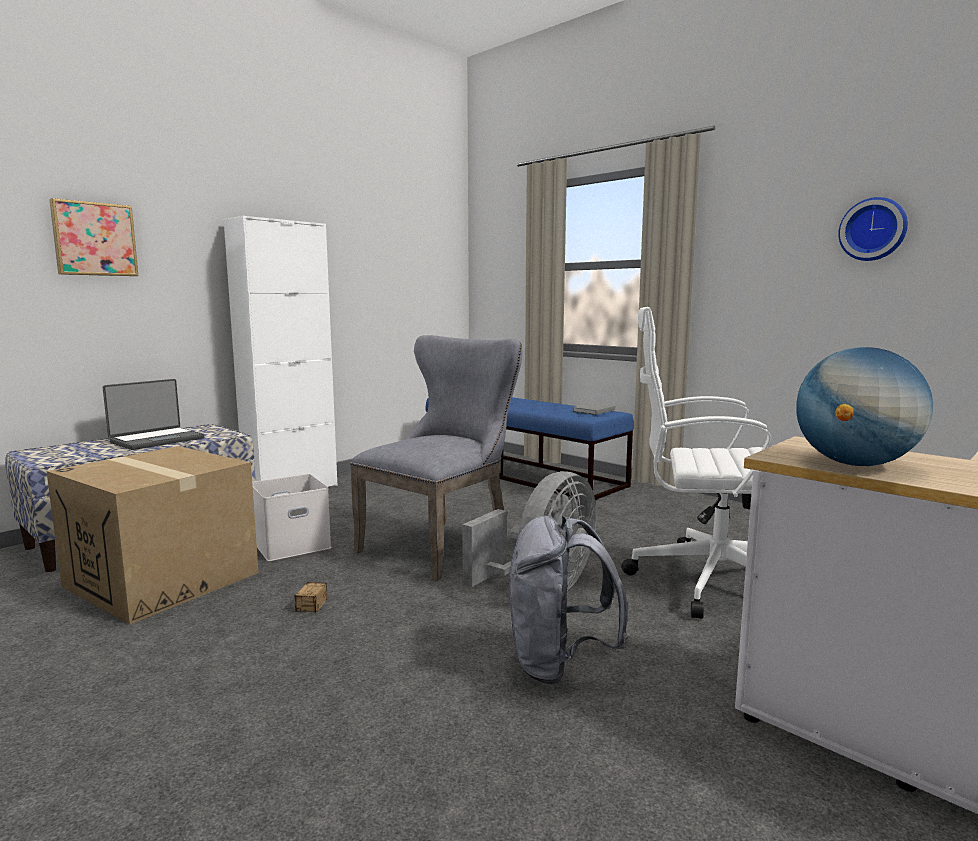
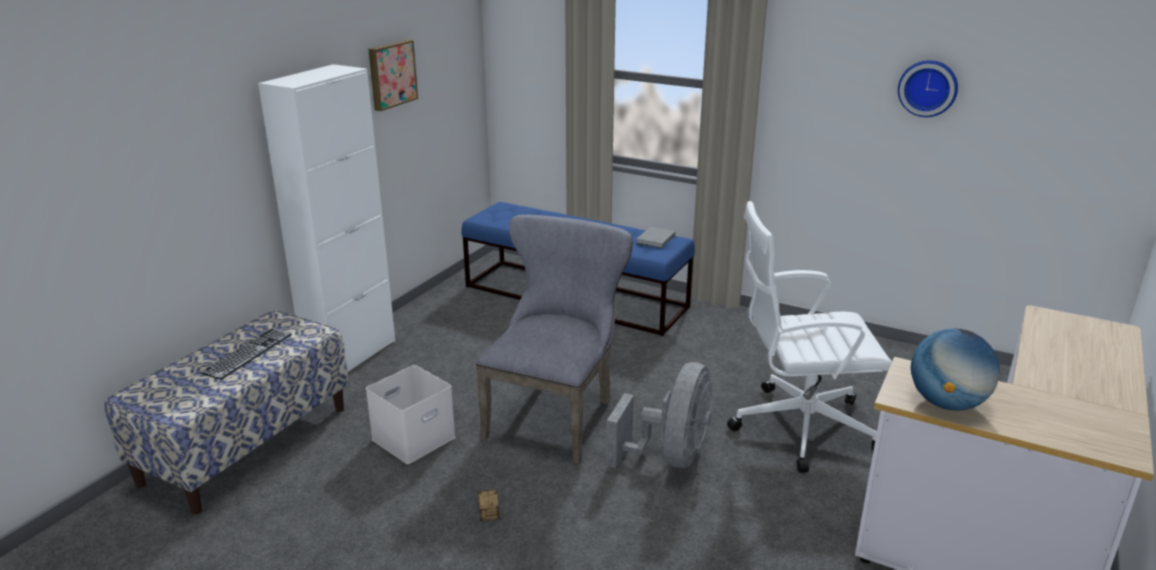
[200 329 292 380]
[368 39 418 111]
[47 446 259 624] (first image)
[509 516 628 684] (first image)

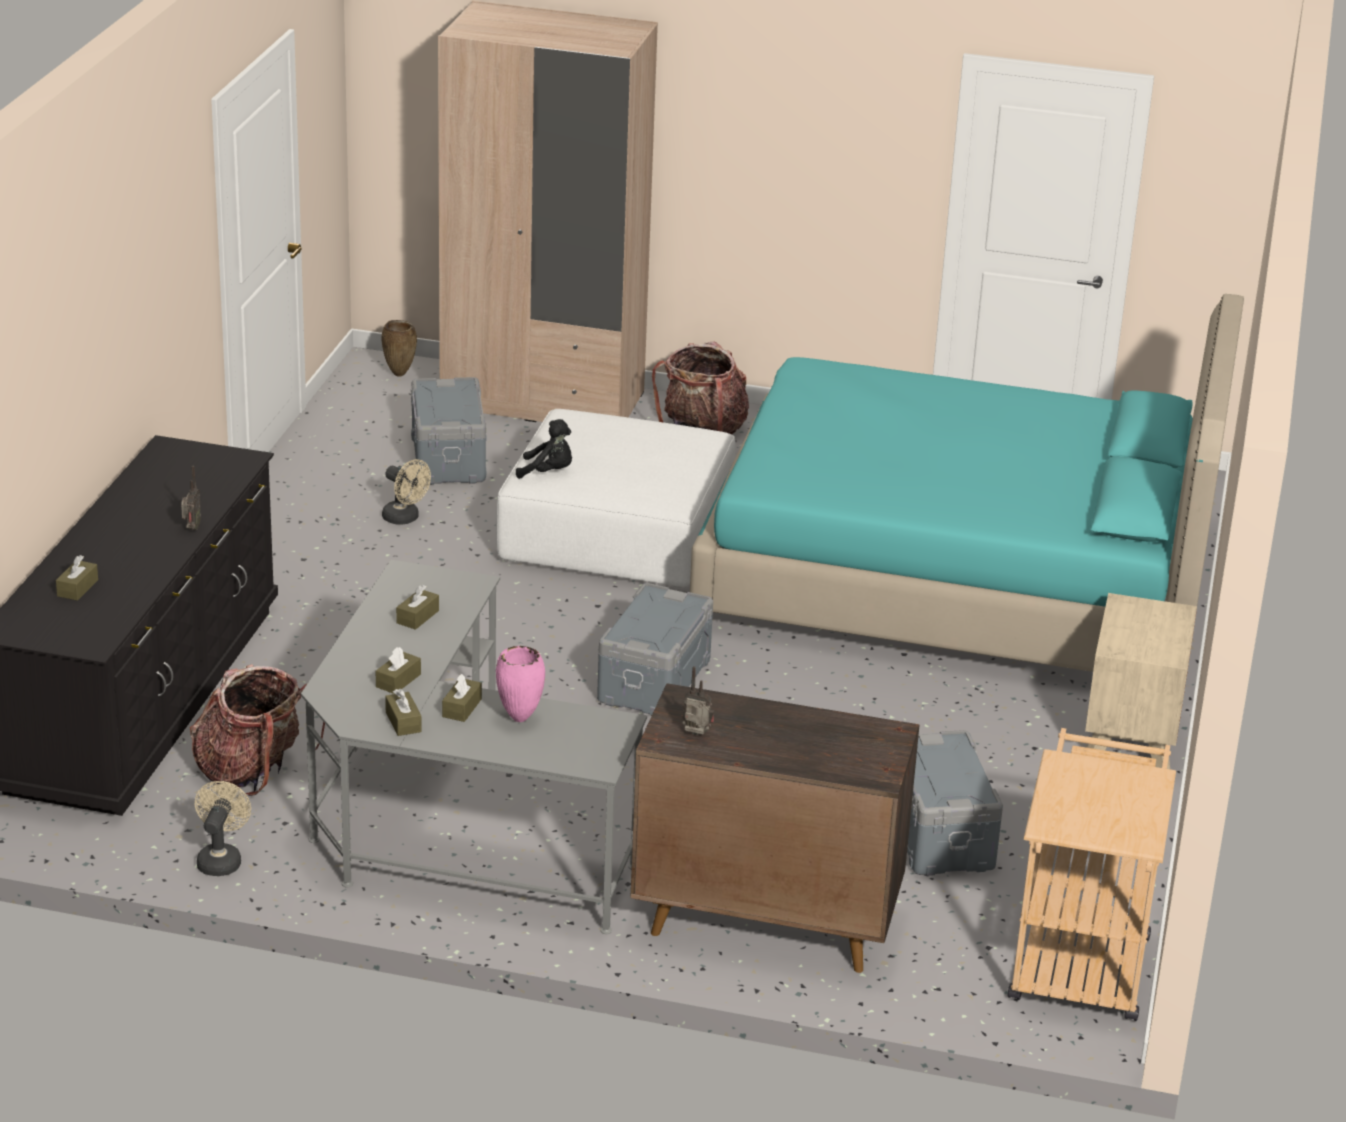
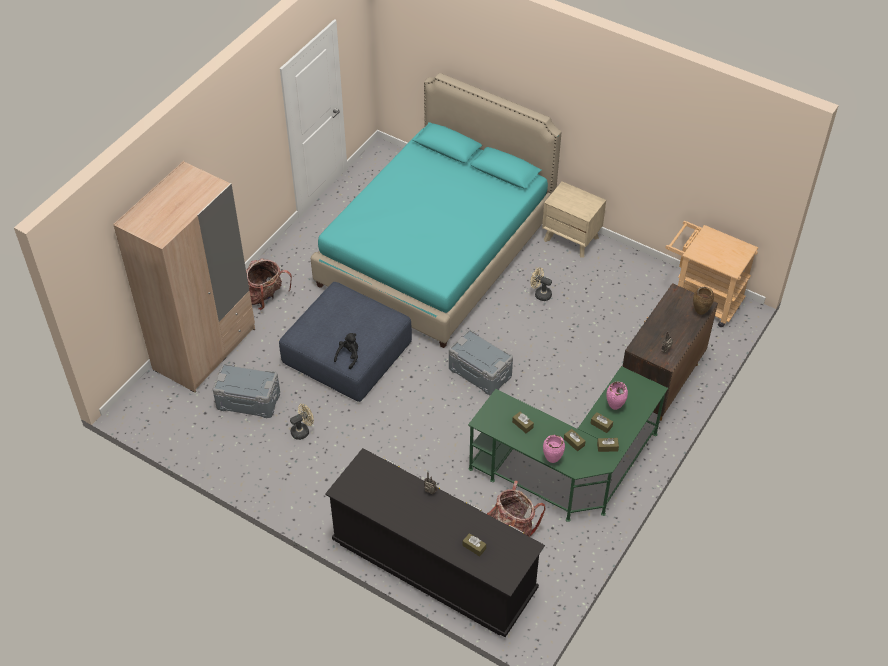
[279 282 412 402]
[468 366 668 522]
[530 267 552 301]
[543 435 565 463]
[693 287 714 315]
[907 730 1003 876] (first image)

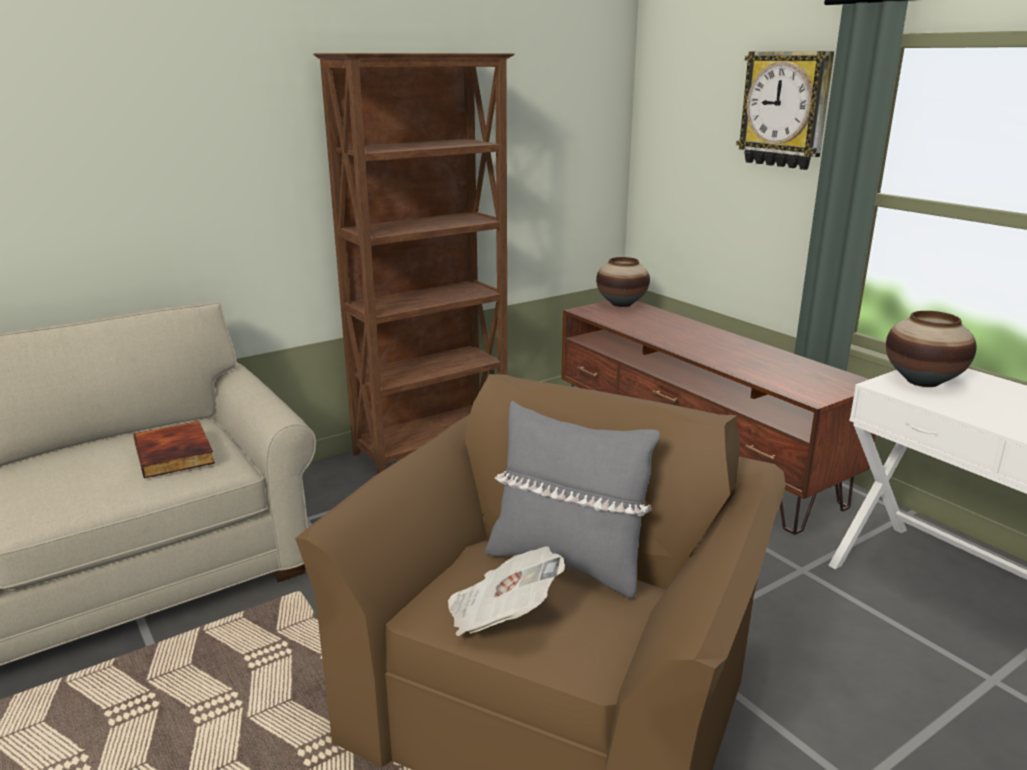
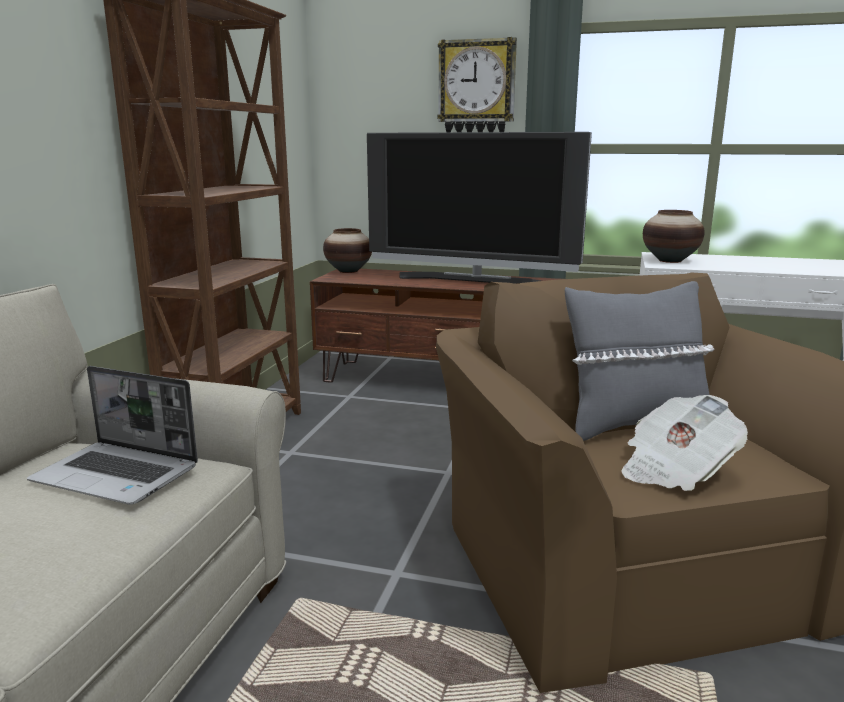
[27 366 198 505]
[367 132 592 284]

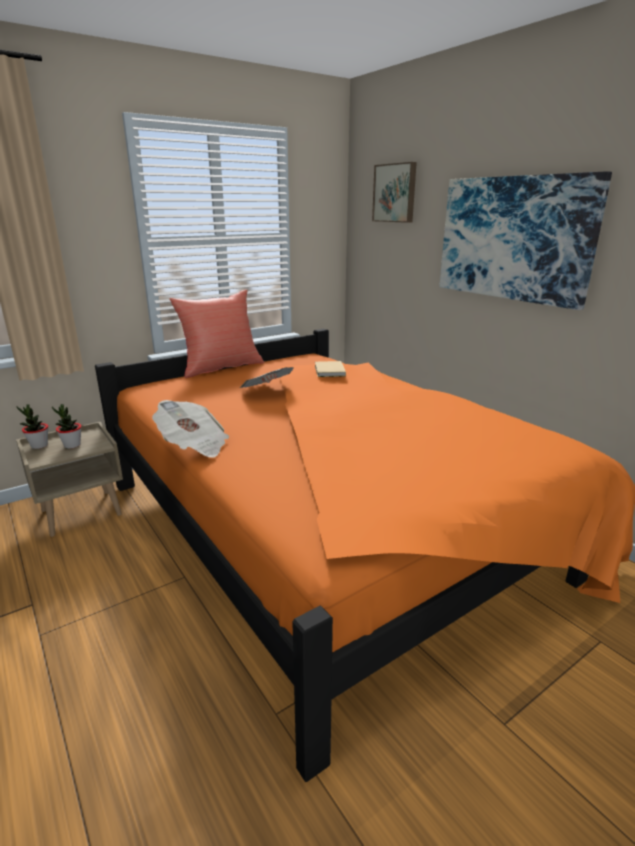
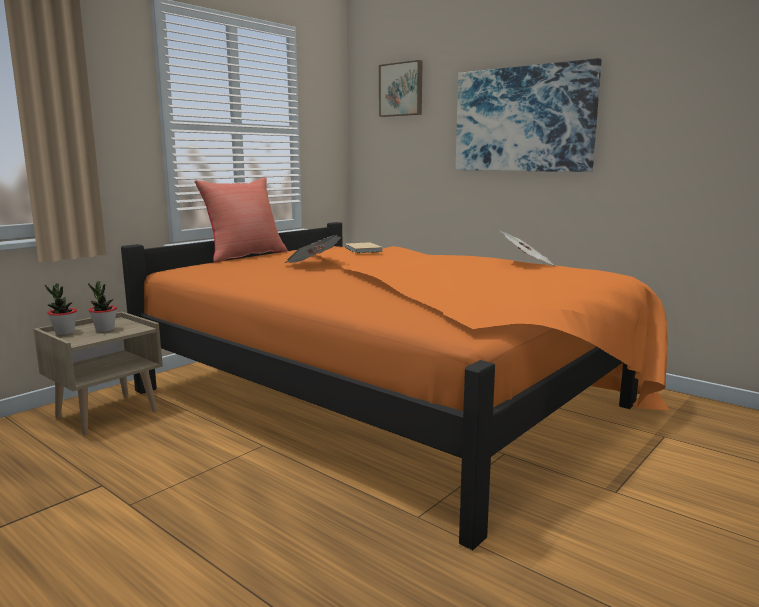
[500 231 557 267]

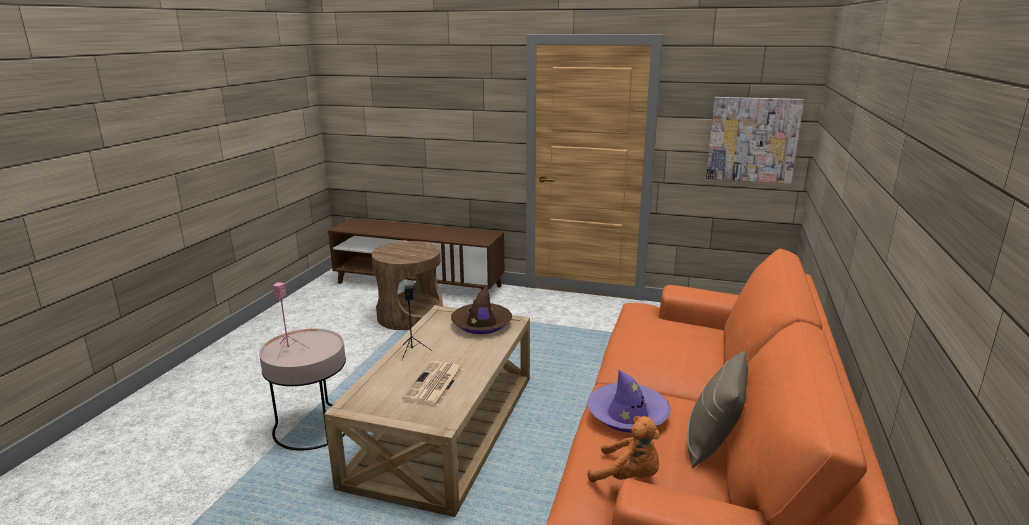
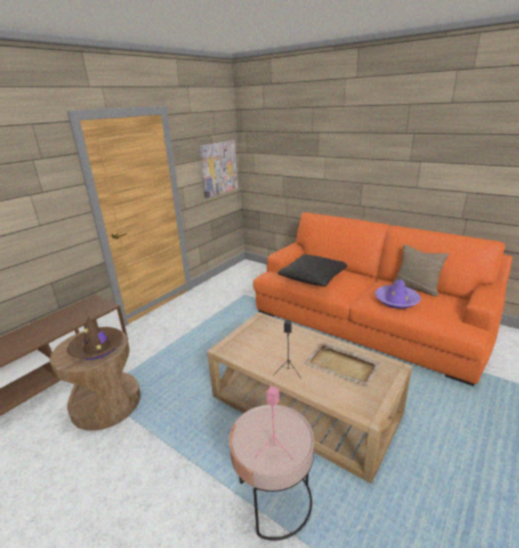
[67 316 123 360]
[278 254 347 287]
[305 342 381 386]
[588 416 660 482] (first image)

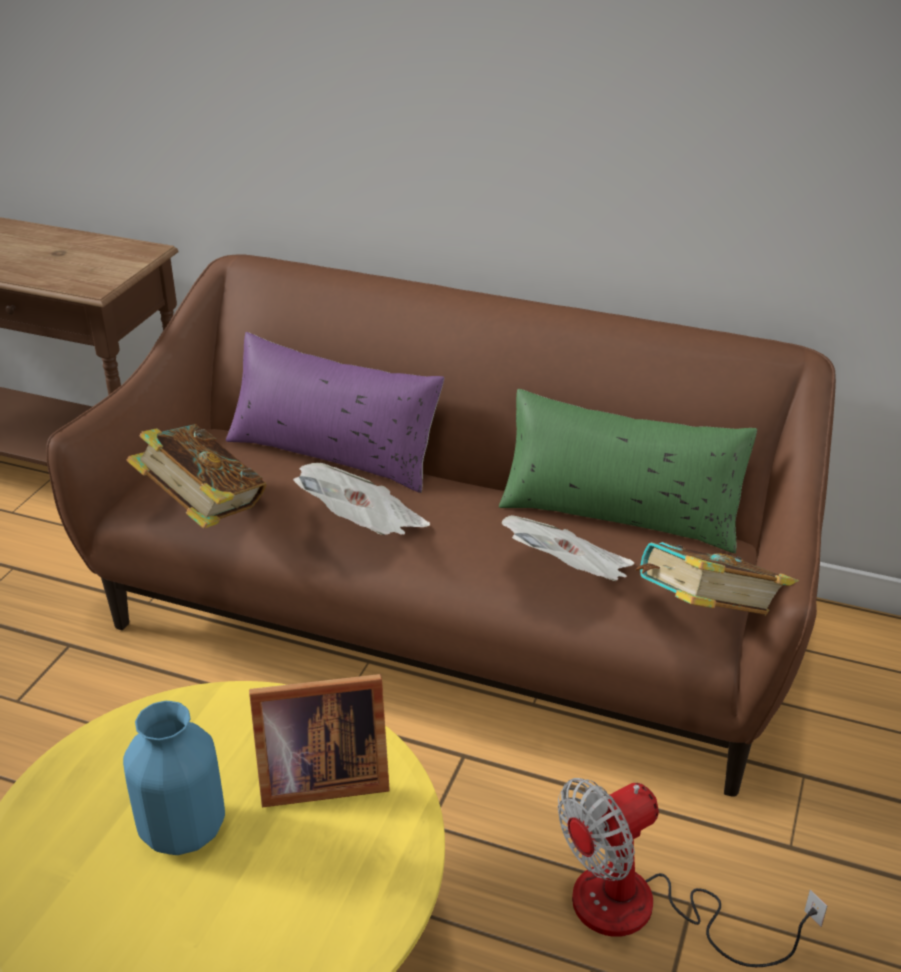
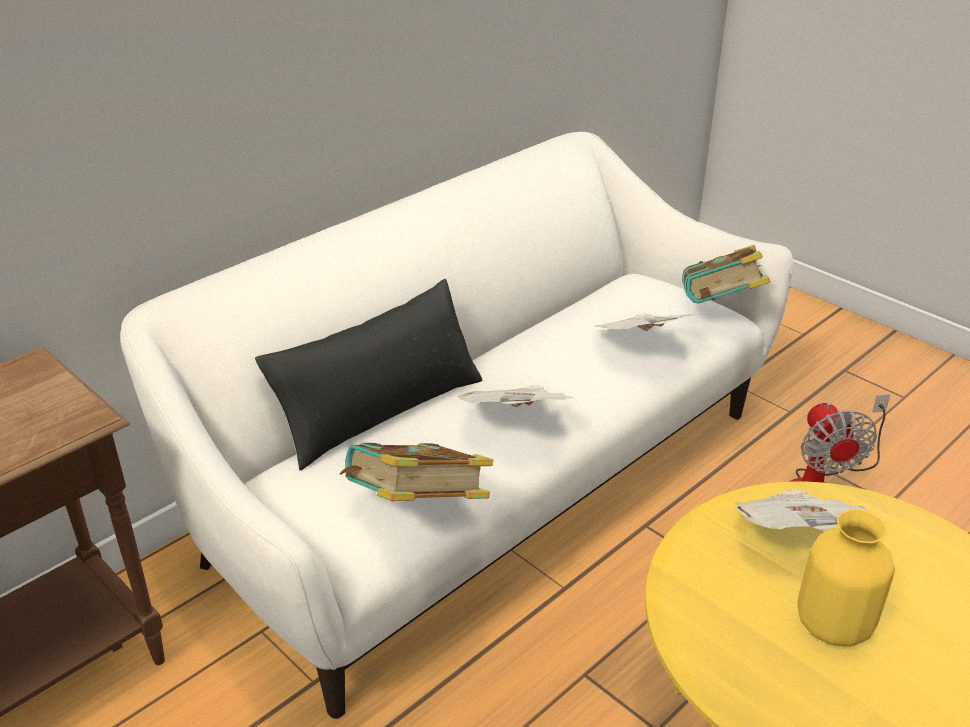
[120 132 793 719]
[255 279 482 470]
[734 490 869 530]
[797 510 895 647]
[499 389 757 553] (first image)

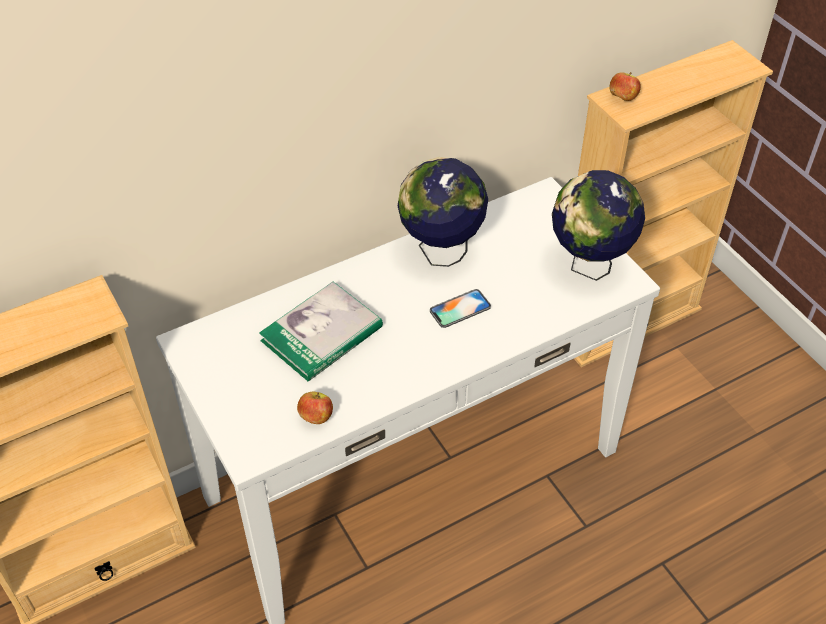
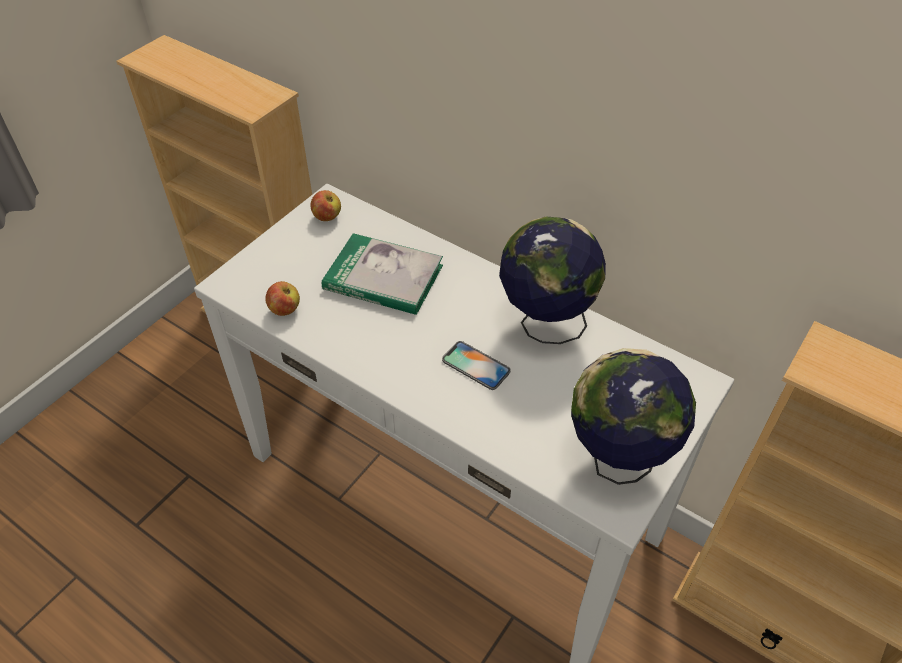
[310 190 341 221]

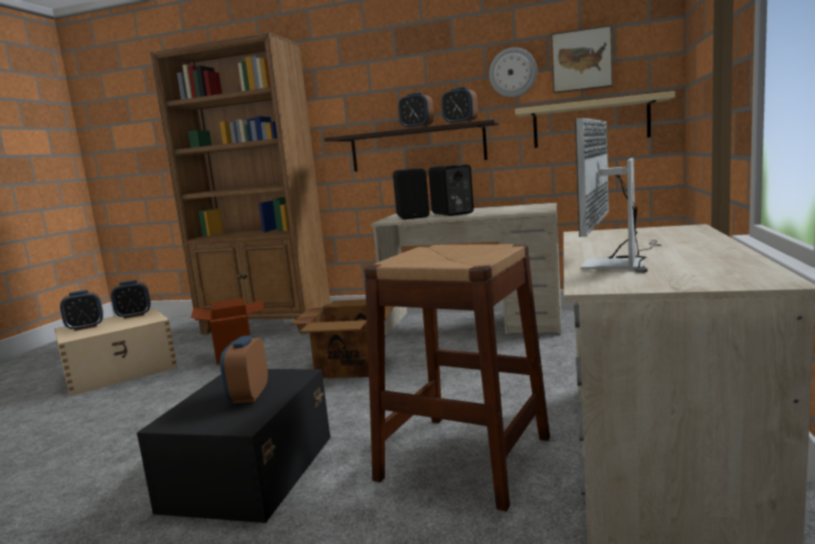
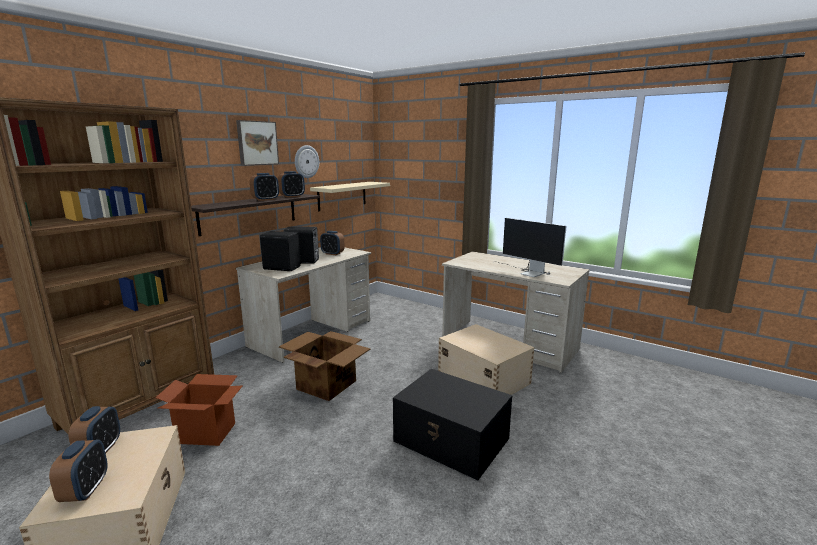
[236 120 279 166]
[320 231 345 255]
[438 324 534 395]

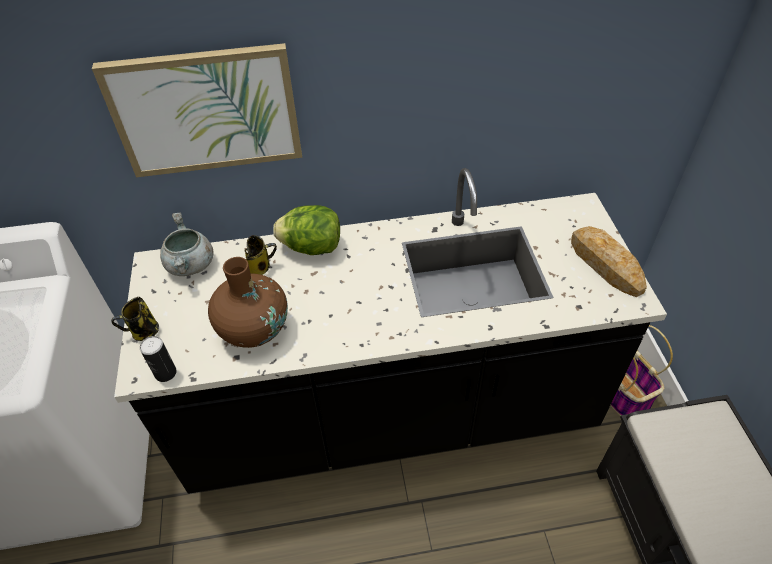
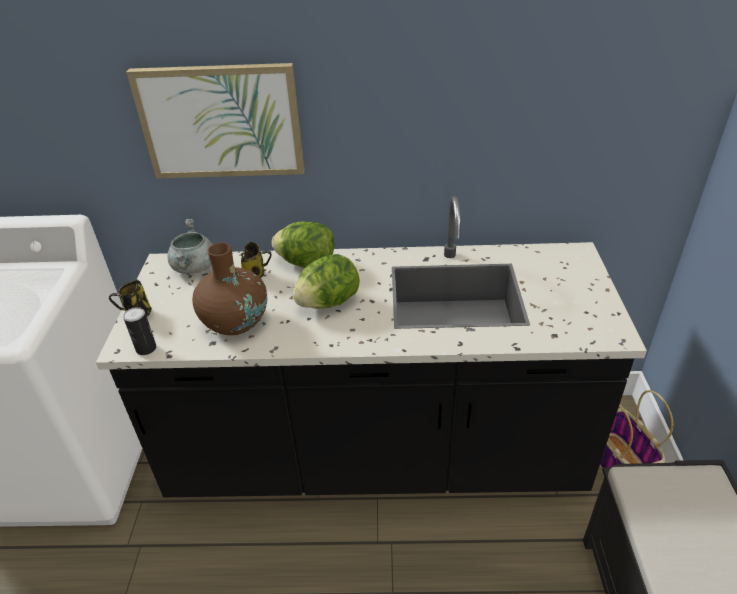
[292 254 360 309]
[571 226 647 297] (first image)

